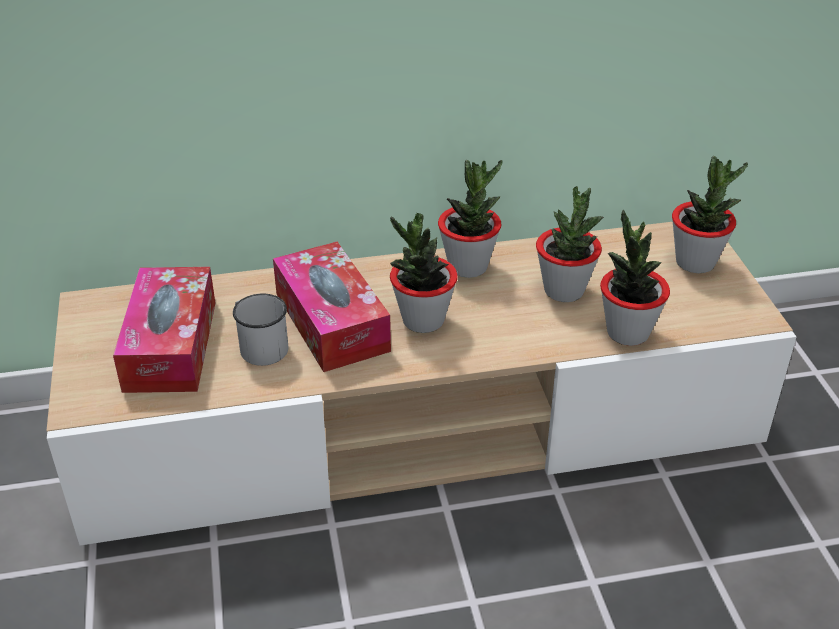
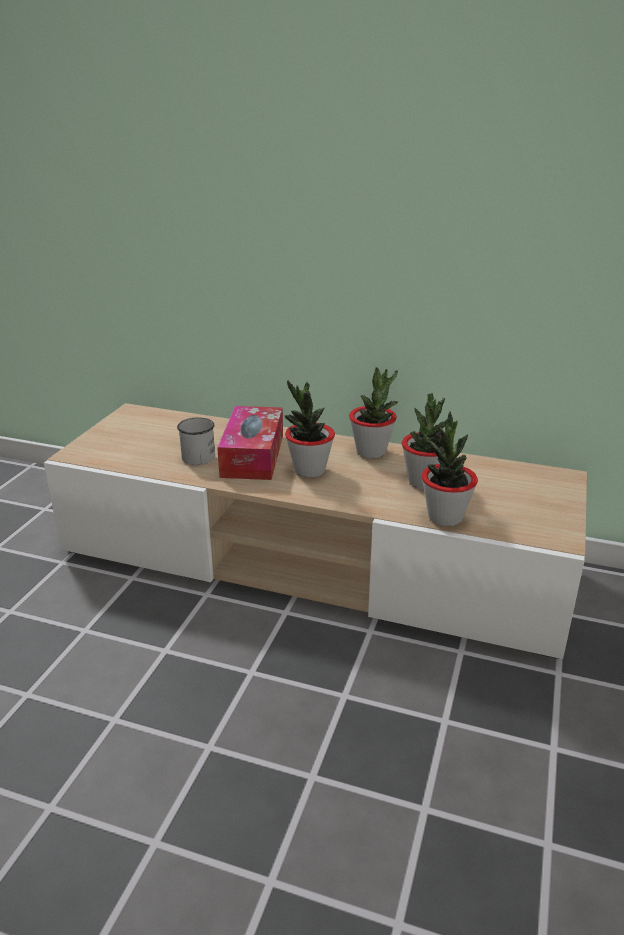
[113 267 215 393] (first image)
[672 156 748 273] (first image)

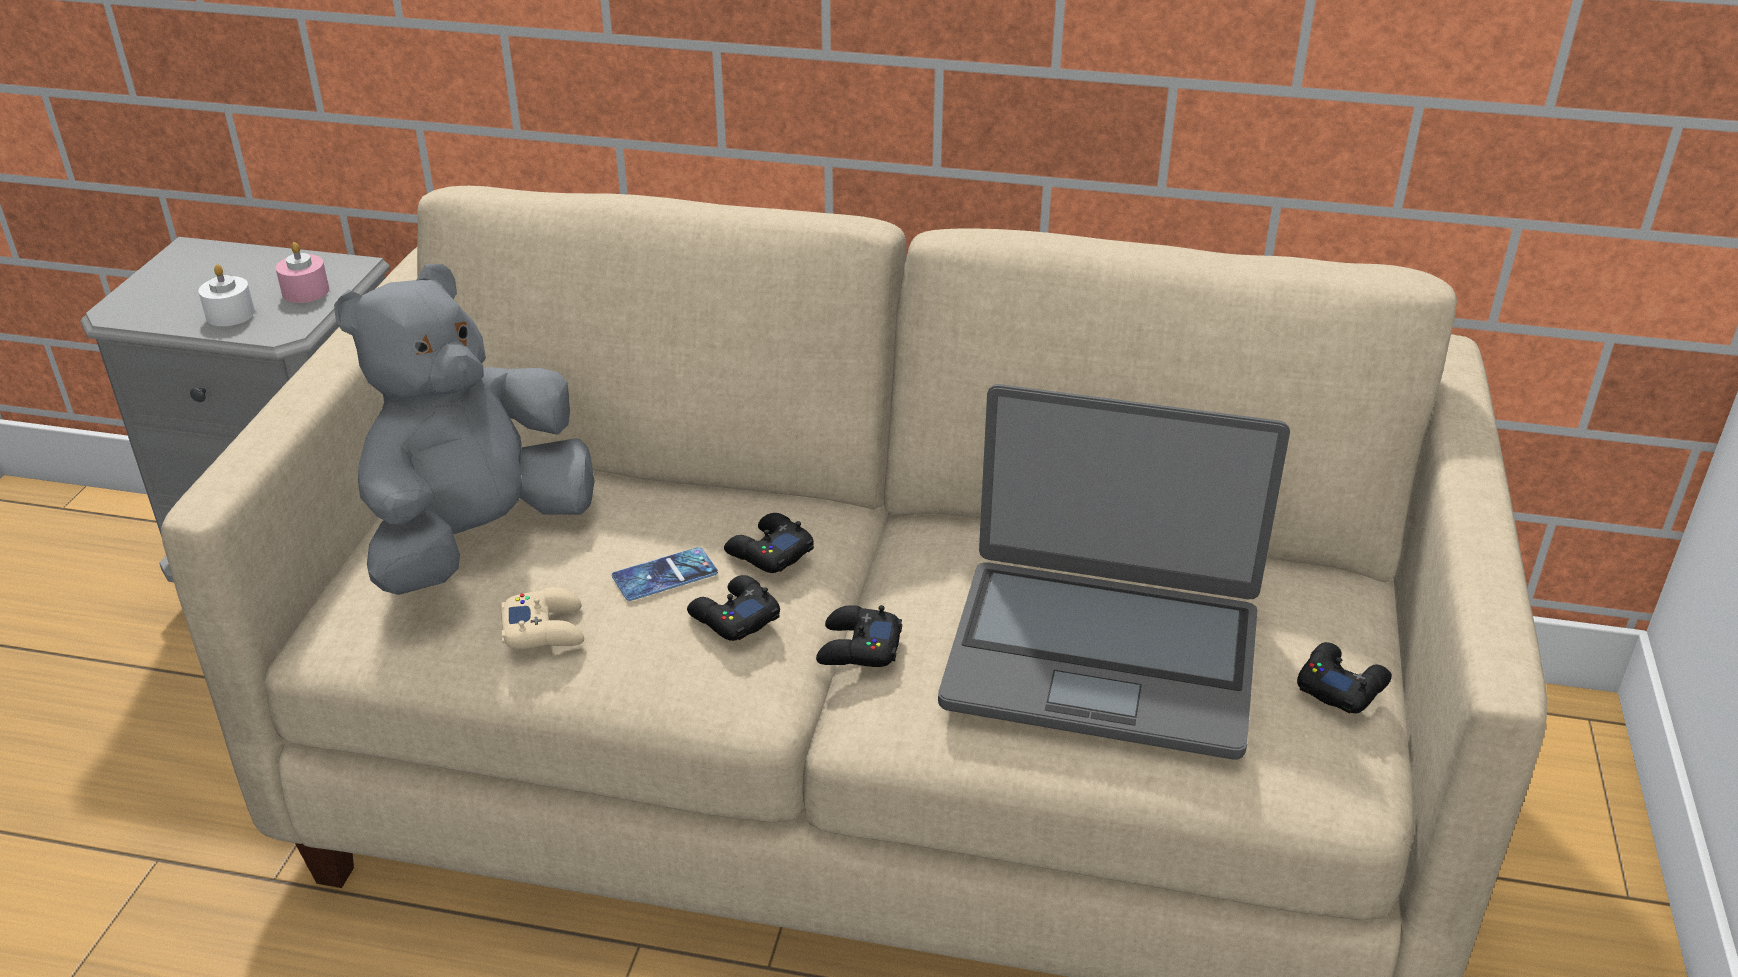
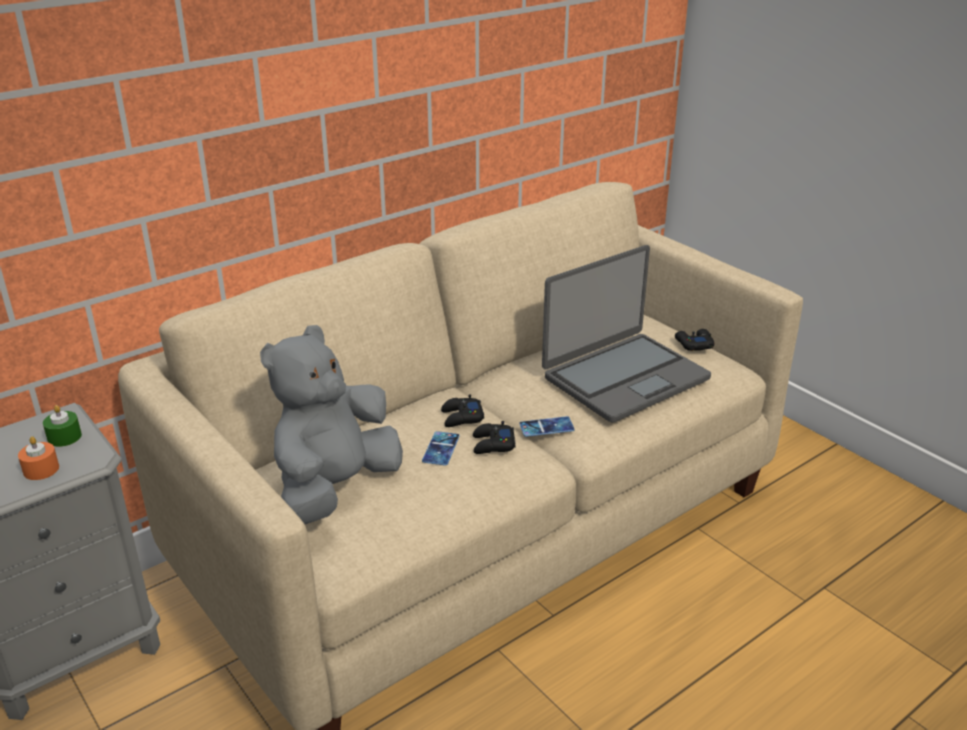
[18 436 59 480]
[43 405 82 447]
[260 325 403 524]
[519 416 575 437]
[501 587 584 649] (first image)

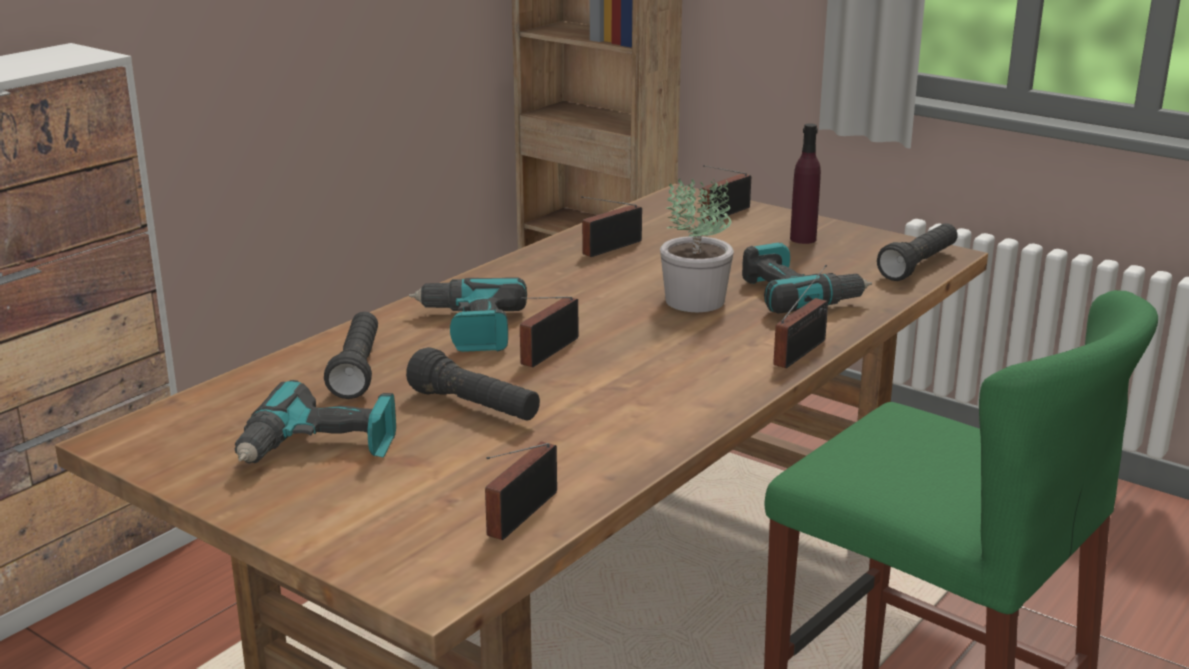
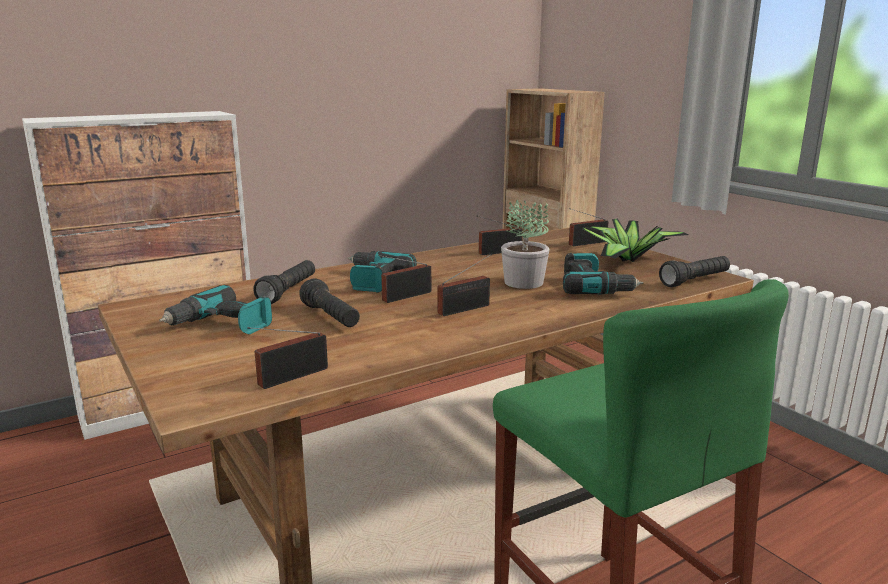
[438 254 492 316]
[582 219 688 262]

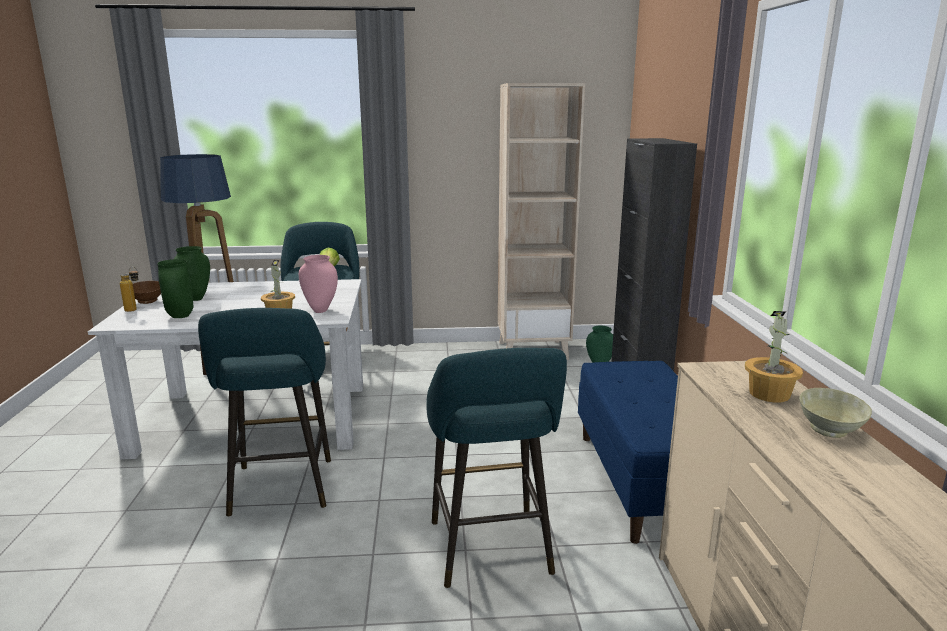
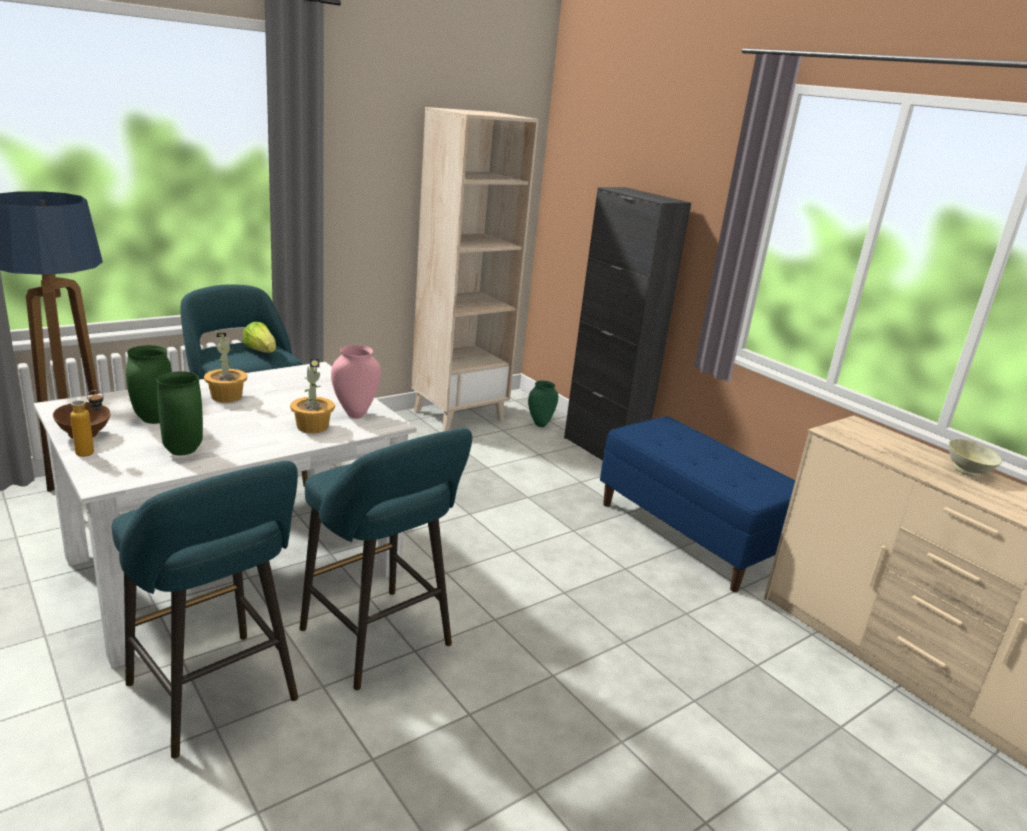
[112 461 298 758]
[204 333 247 402]

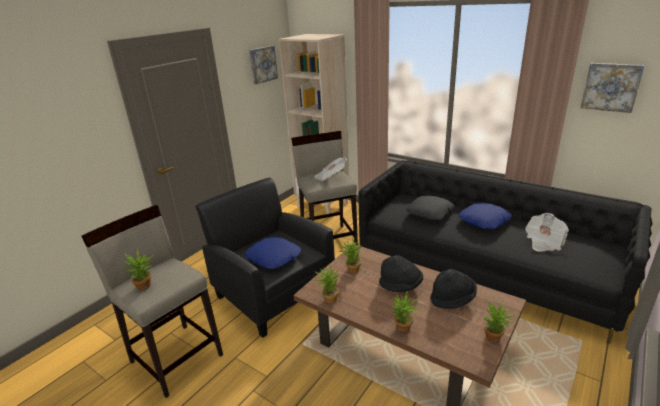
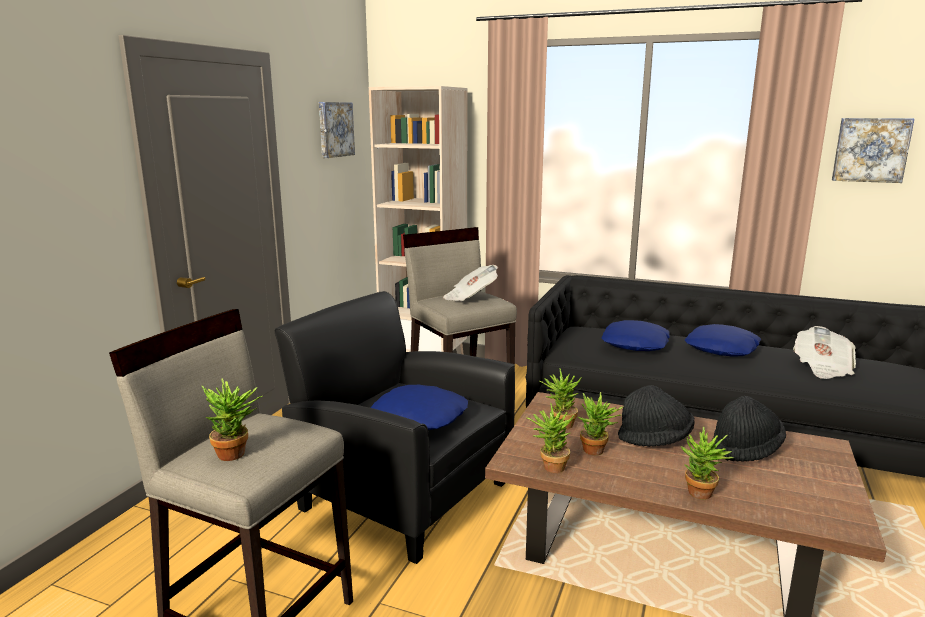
[578 392 623 455]
[601 320 670 351]

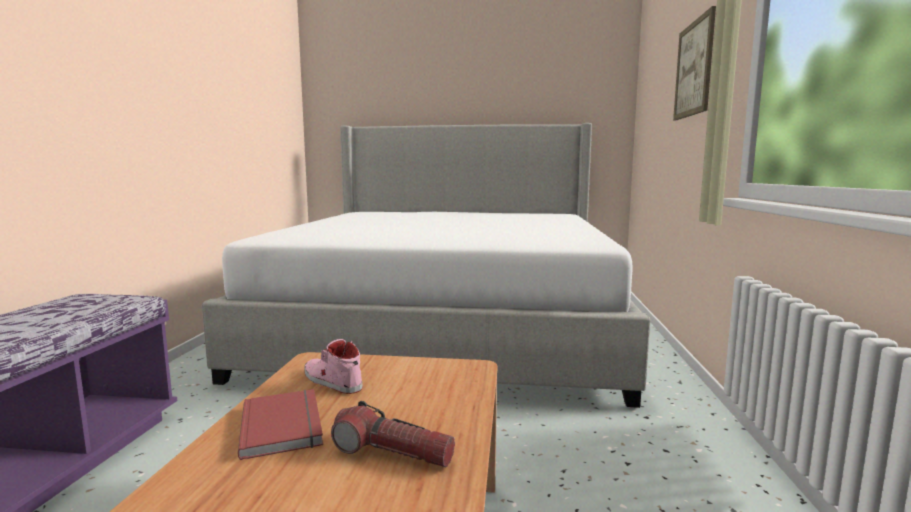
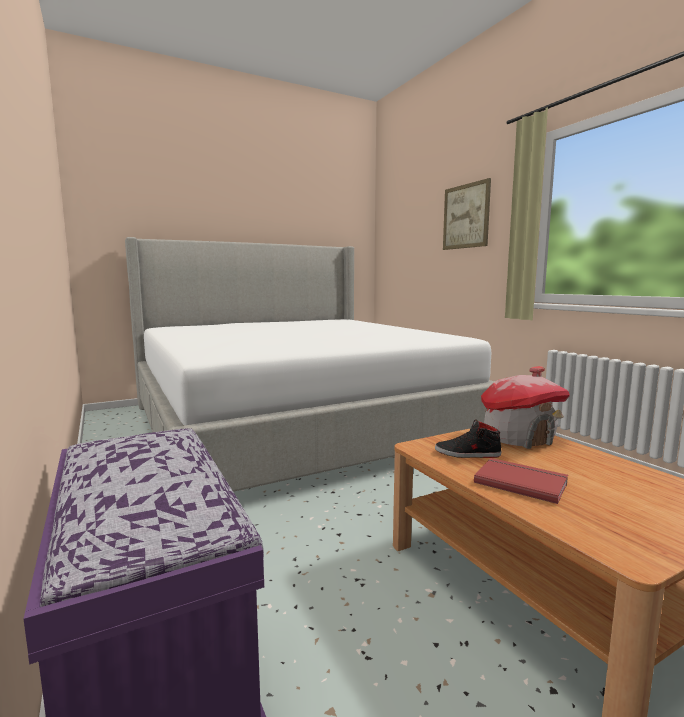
[435 419 502 458]
[481 366 570 449]
[331 401 455 467] (first image)

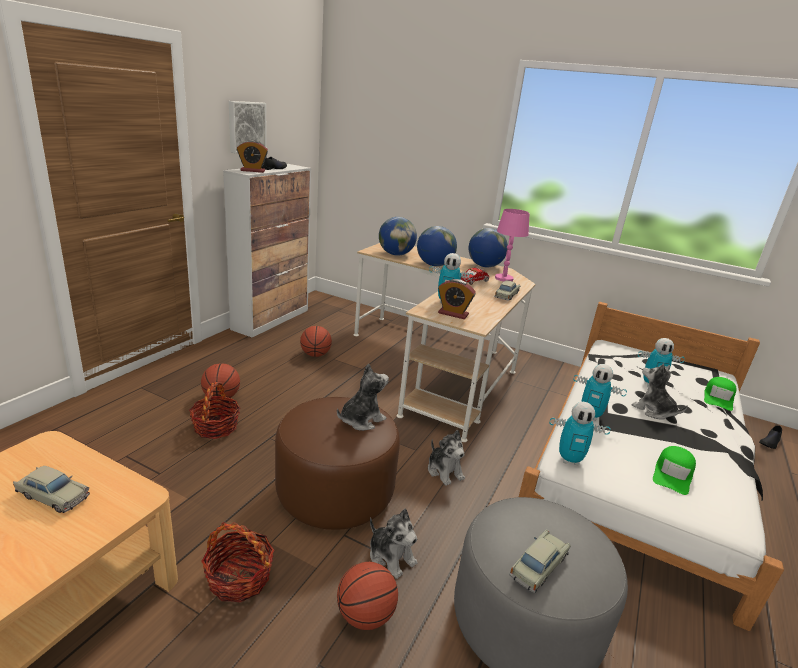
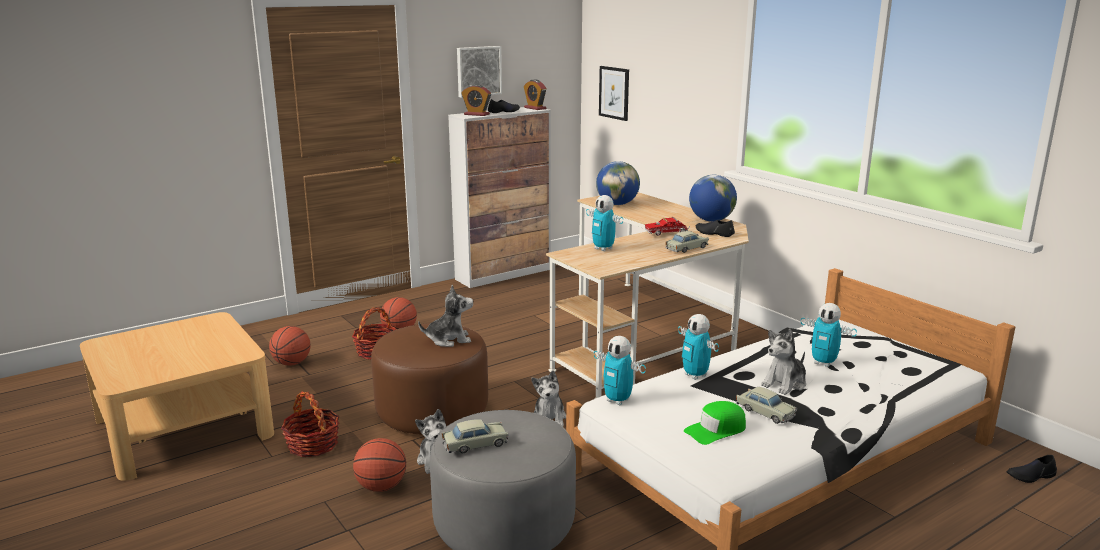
[269 326 310 366]
[524 79 547 110]
[599 66 629 121]
[696 220 735 237]
[736 387 797 424]
[761 329 806 395]
[417 226 457 266] (first image)
[704 377 736 411] (first image)

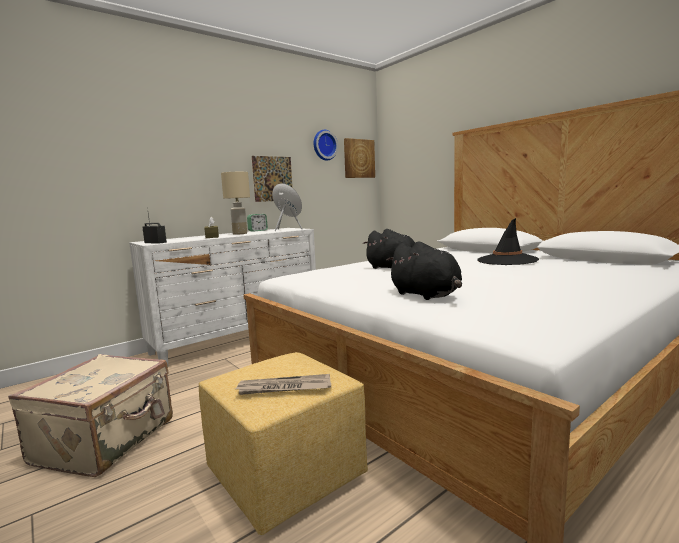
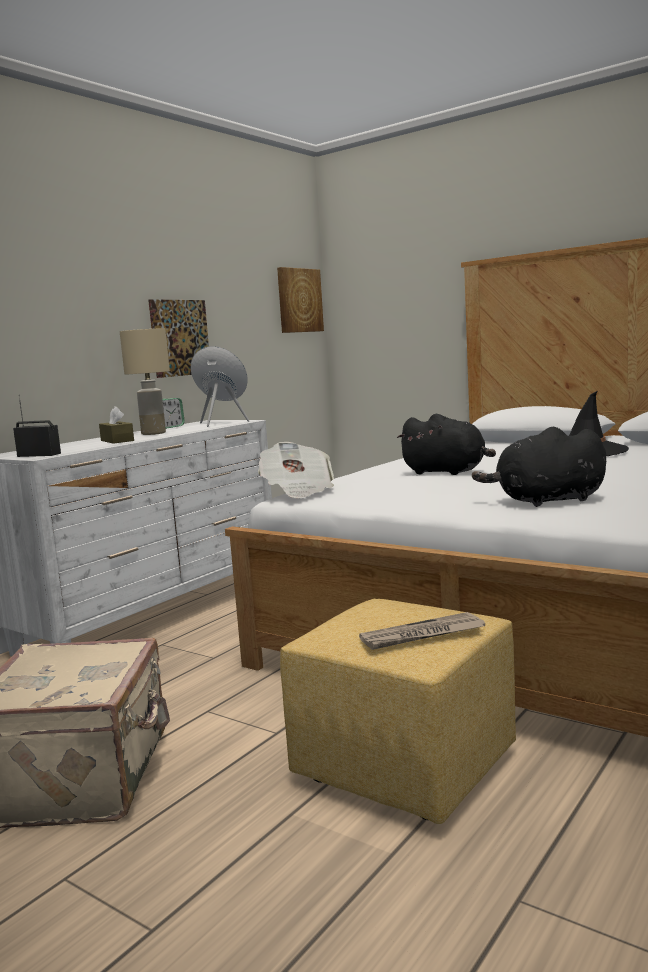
[258 442 334 498]
[472 427 606 507]
[314 130 338 161] (first image)

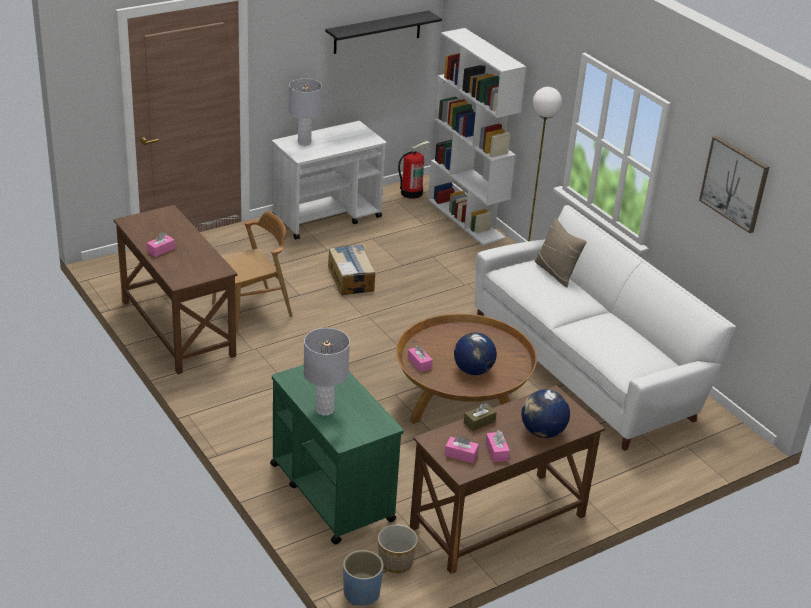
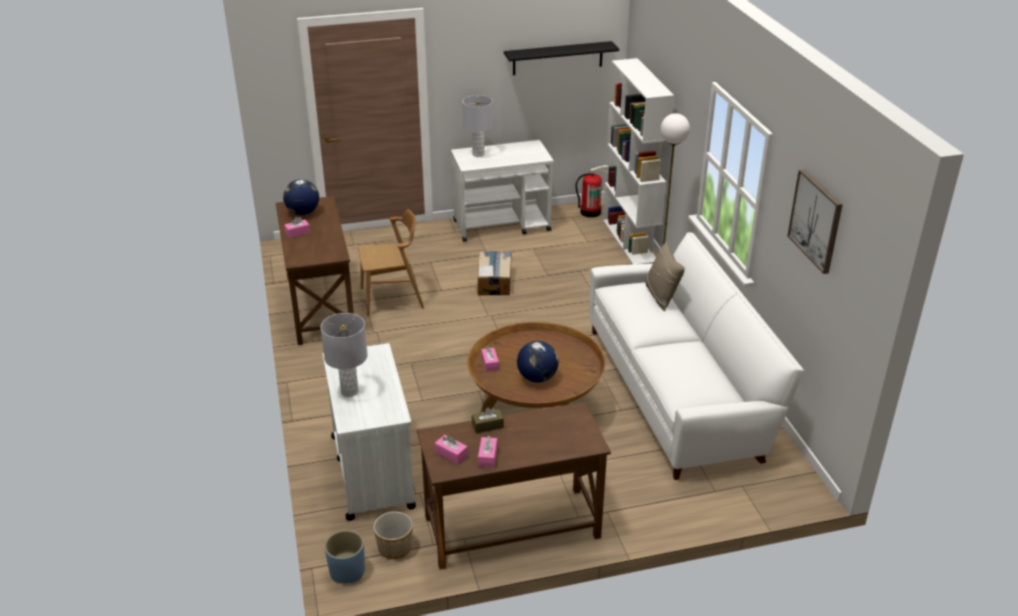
[283 179 319 215]
[323 343 416 521]

